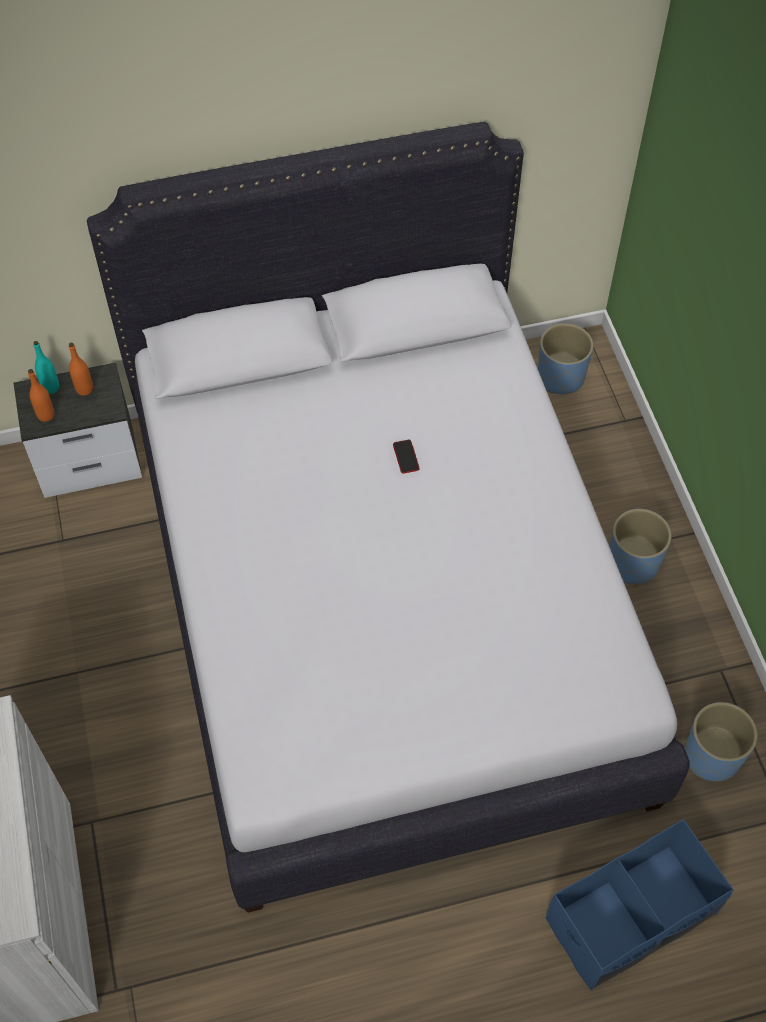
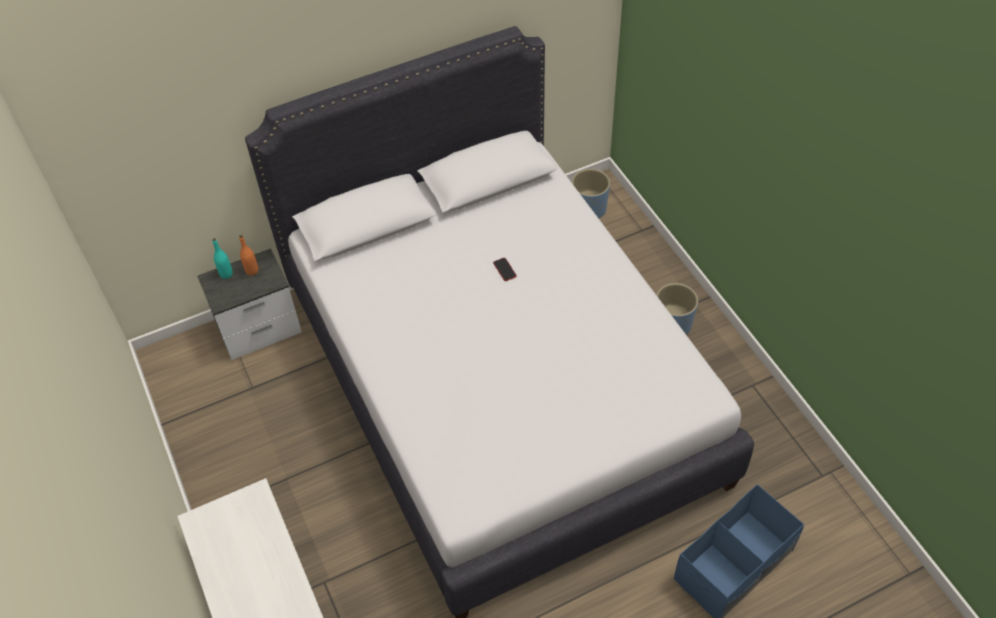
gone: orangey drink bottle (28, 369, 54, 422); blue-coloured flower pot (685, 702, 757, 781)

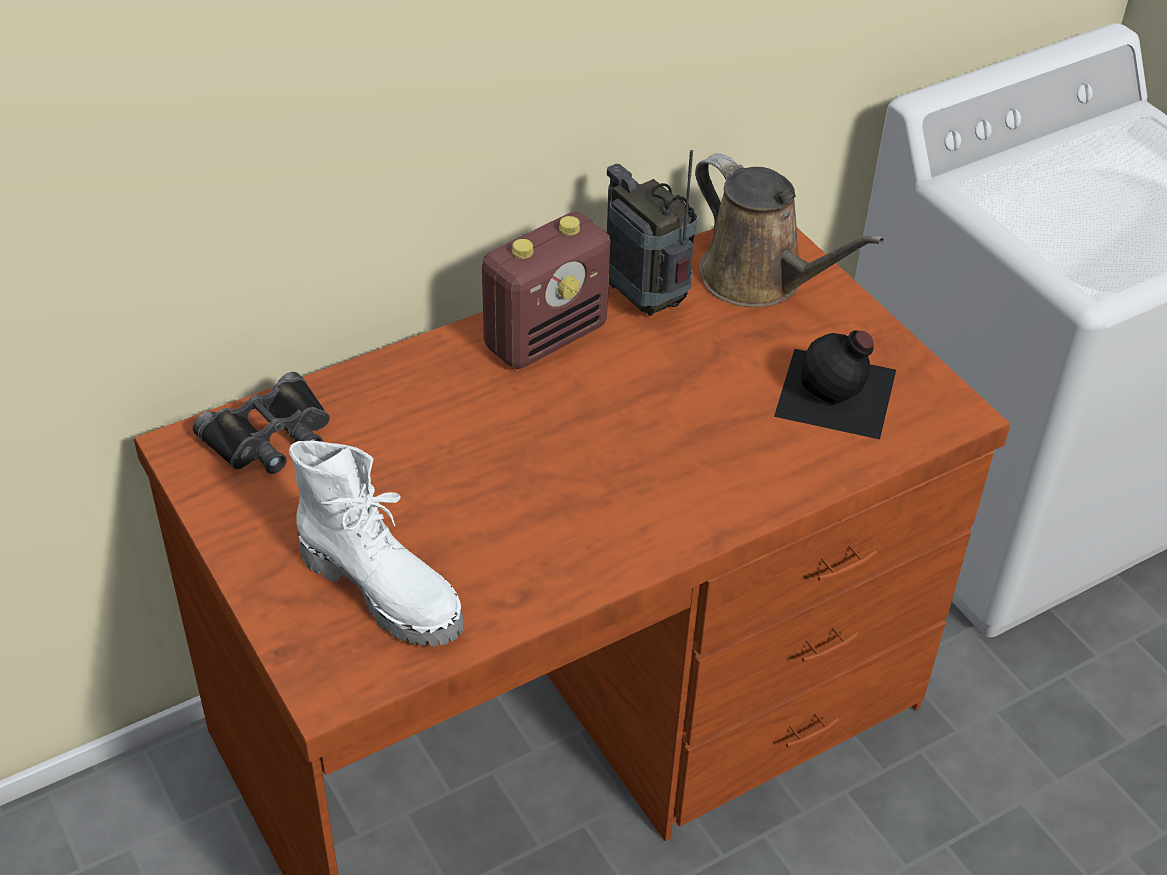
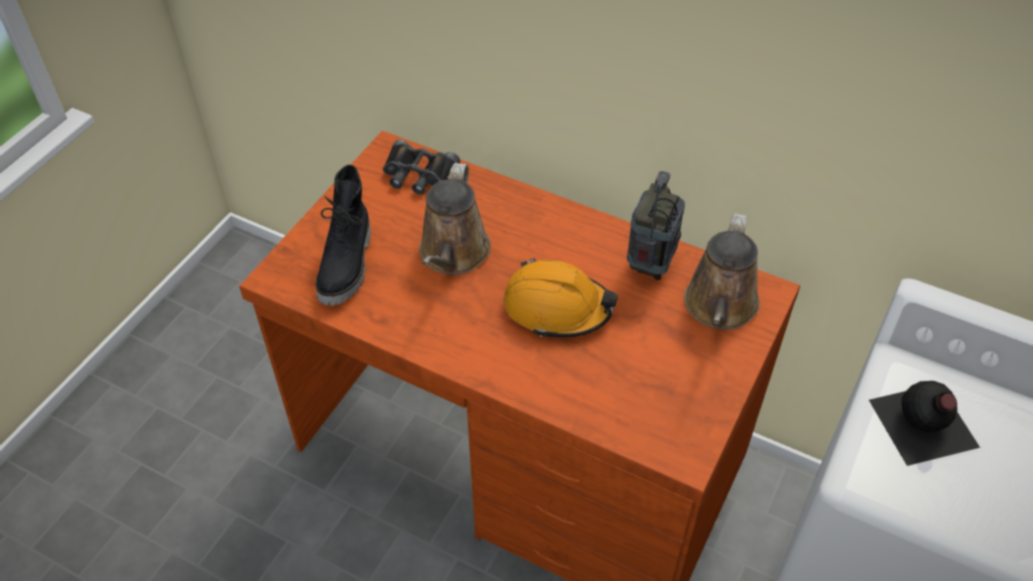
gone: radio (482, 211, 611, 369)
new: brown sprinkling can (419, 163, 491, 275); orangey safety helmet (503, 258, 618, 337)
shifted: blackish drink bottle (774, 330, 896, 439) to (869, 381, 980, 466)
repainted: white-coloured tall boot (289, 441, 464, 647) to blackish tall boot (315, 165, 371, 306)

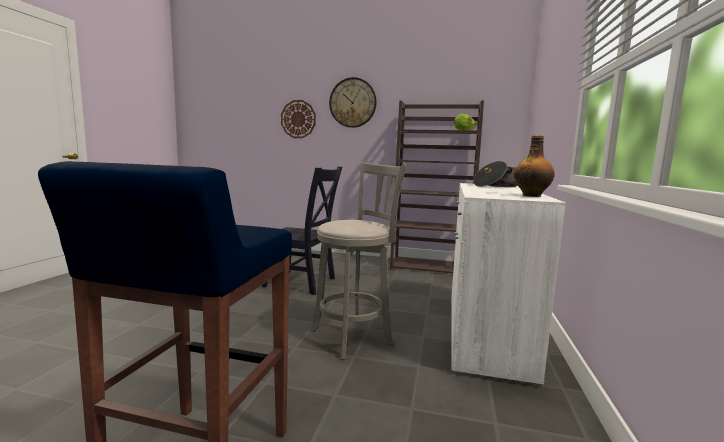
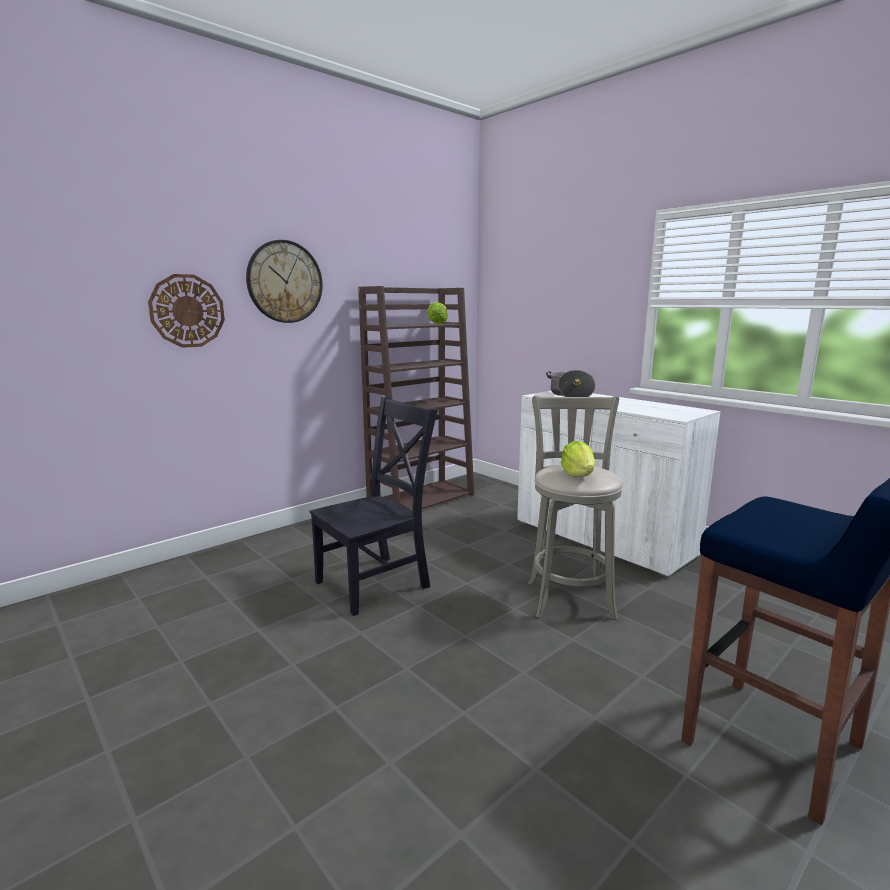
gone: drink bottle (514, 136, 555, 197)
new: lettuce (561, 441, 595, 477)

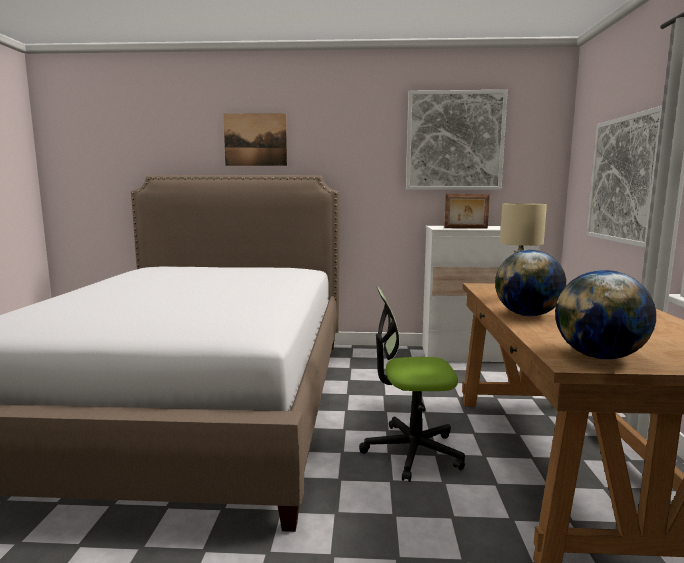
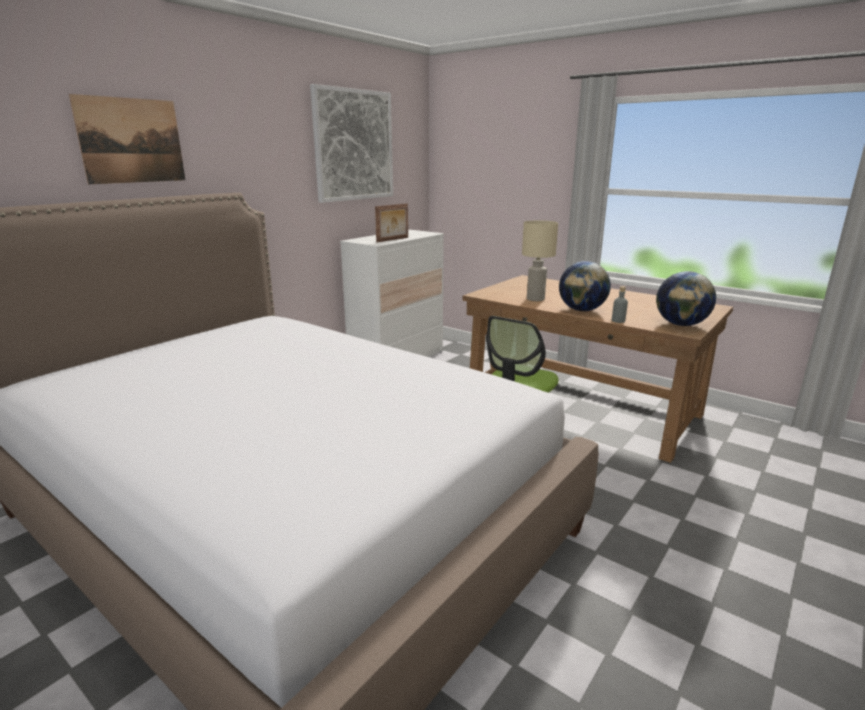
gone: picture (586, 106, 662, 248)
new: grey drink bottle (612, 286, 628, 323)

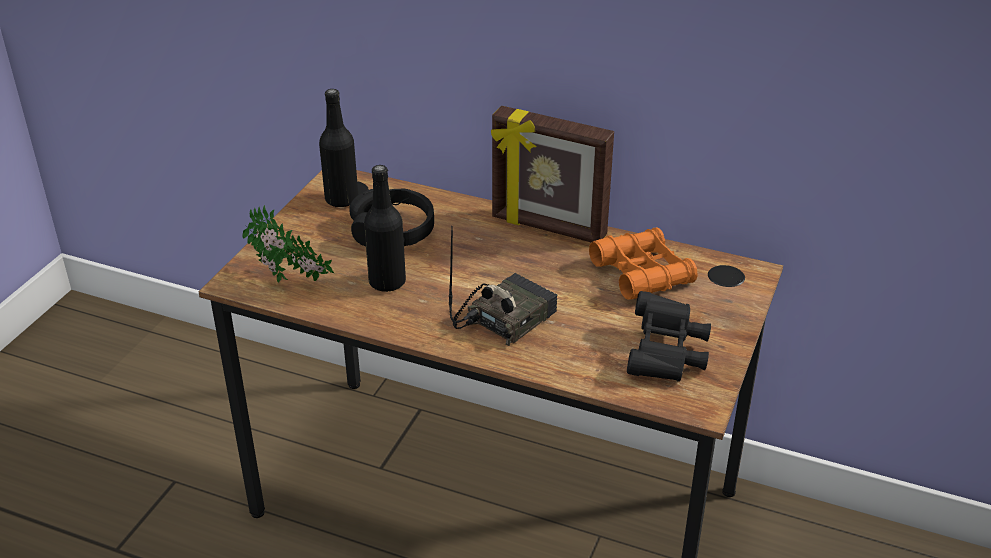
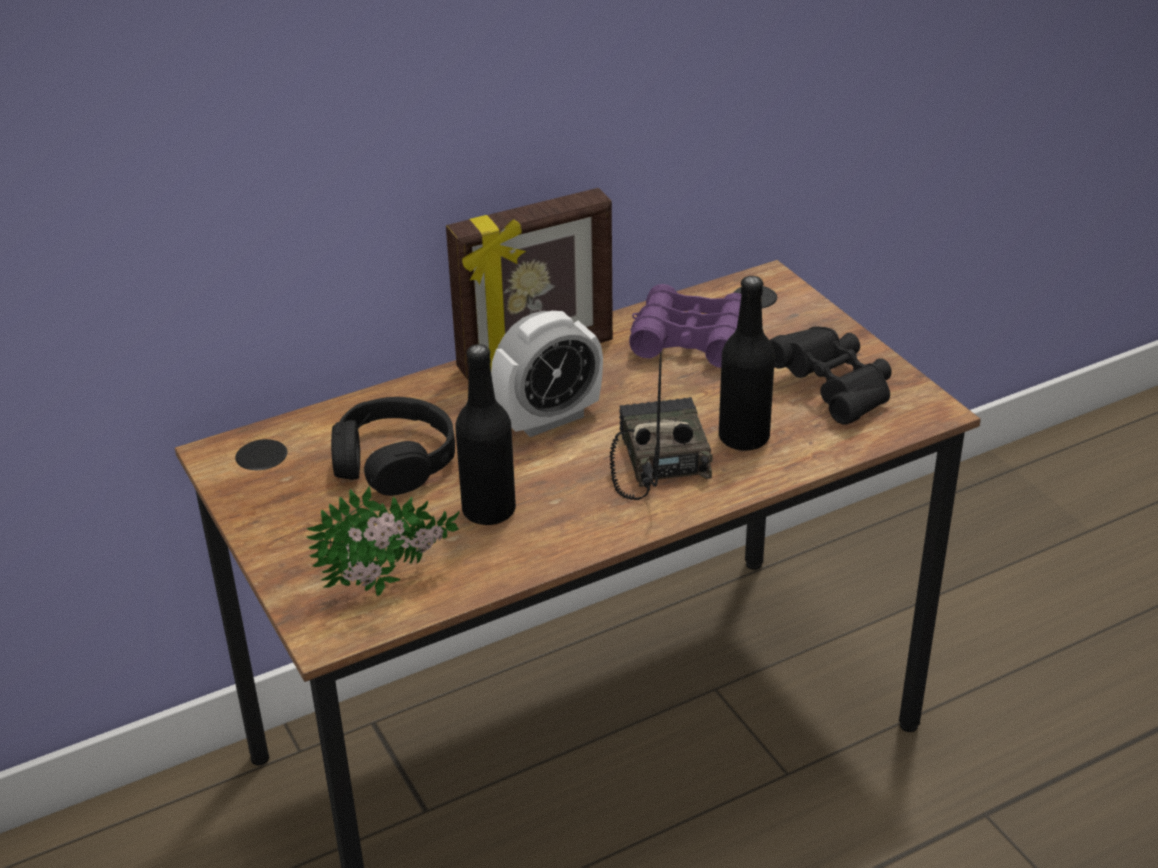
new: bedside clock (491, 311, 603, 437)
shifted: blackish drink bottle (319, 89, 358, 207) to (719, 276, 775, 451)
repainted: orangey field glasses (589, 227, 698, 300) to purple-coloured field glasses (629, 284, 741, 368)

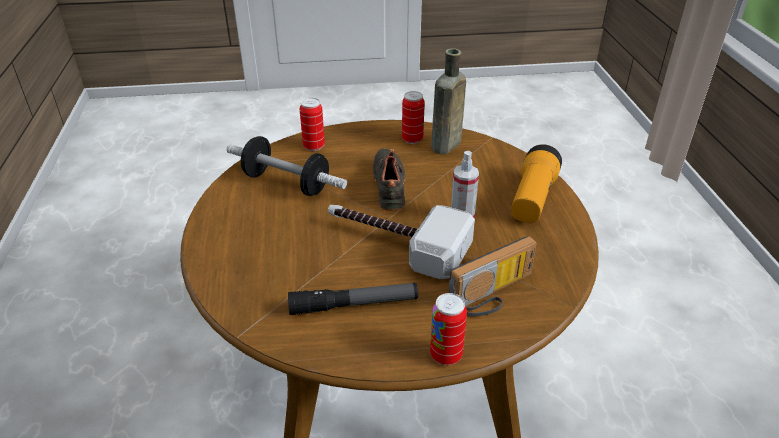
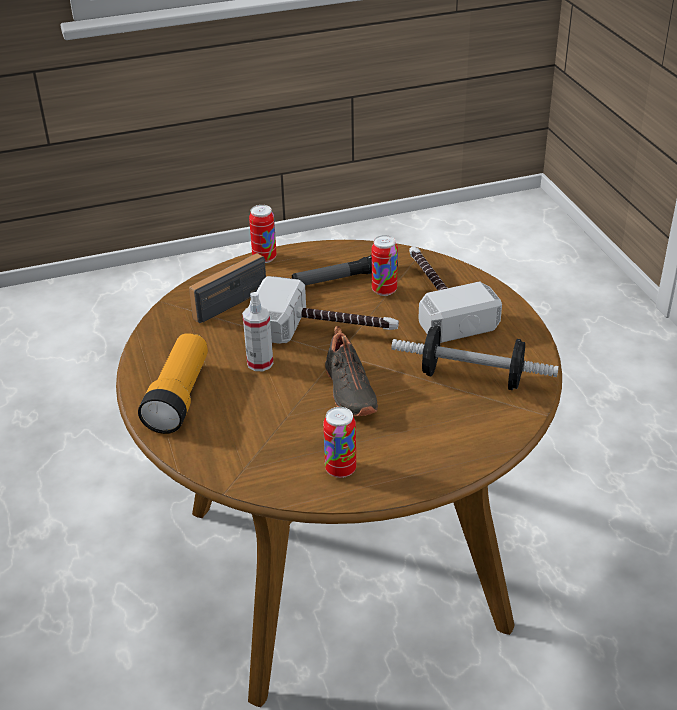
gone: brown drink bottle (431, 48, 466, 154)
new: tool hammer (409, 246, 502, 343)
shifted: can (300, 98, 325, 151) to (372, 235, 398, 296)

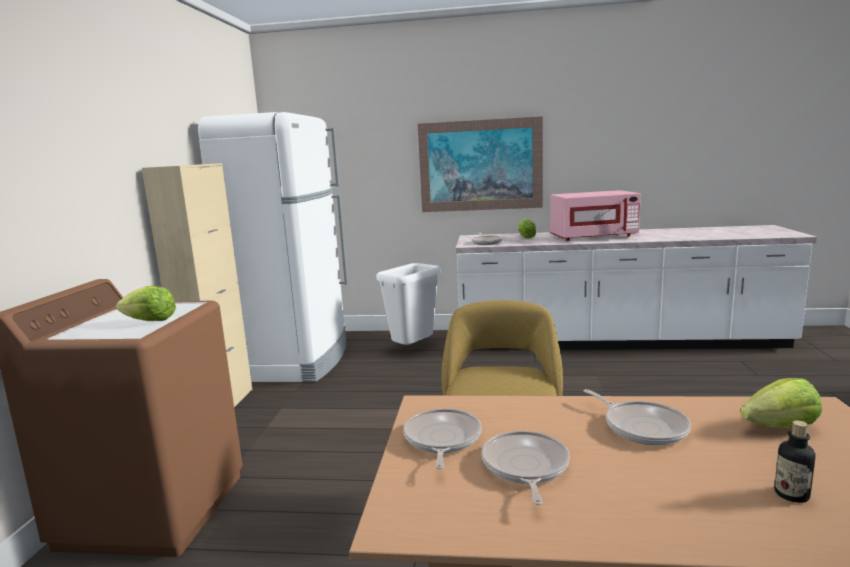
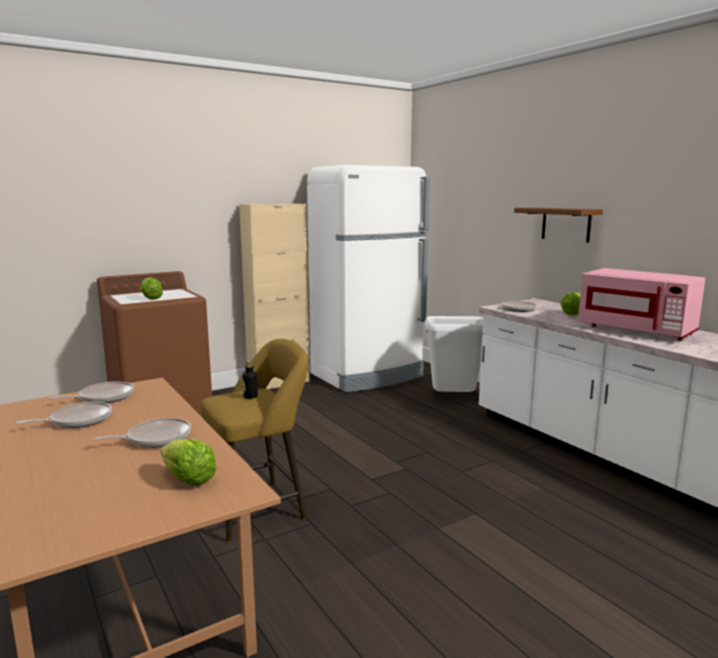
shifted: drink bottle (774, 420, 816, 503) to (242, 360, 258, 399)
swapped: picture (418, 116, 543, 212) to brown bracket shelf (514, 207, 603, 243)
rotated: frying pan (584, 389, 691, 445) = (92, 418, 191, 448) 135 degrees counterclockwise

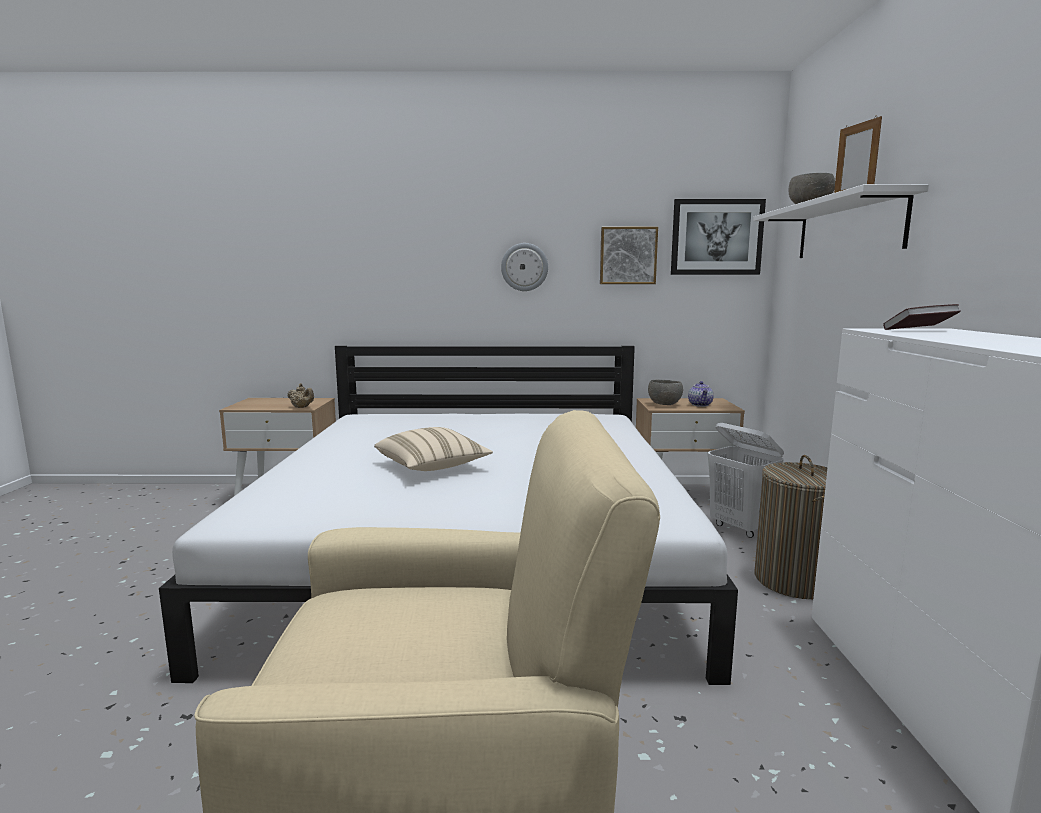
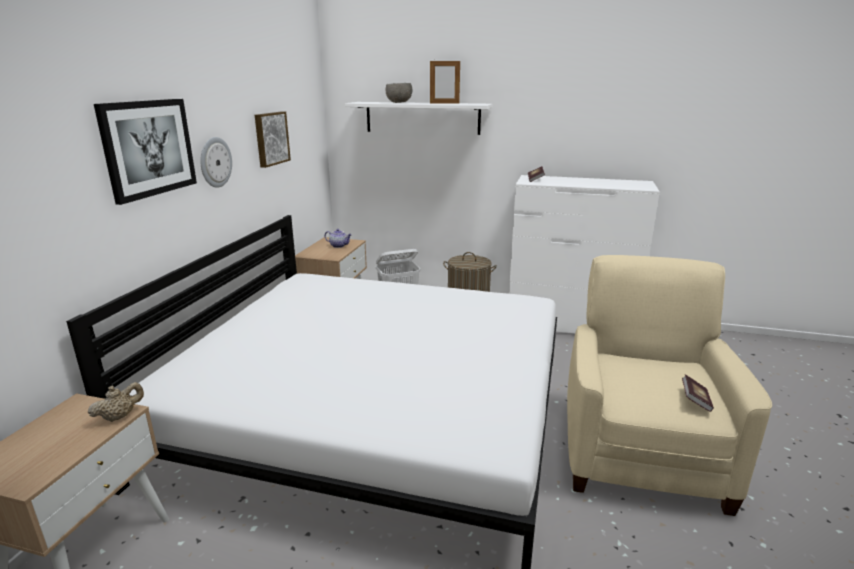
gone: beige-coloured pillow (374, 427, 493, 471); grey serving bowl (648, 379, 683, 405)
new: book (682, 375, 714, 412)
shifted: picture (671, 199, 766, 275) to (94, 99, 197, 205)

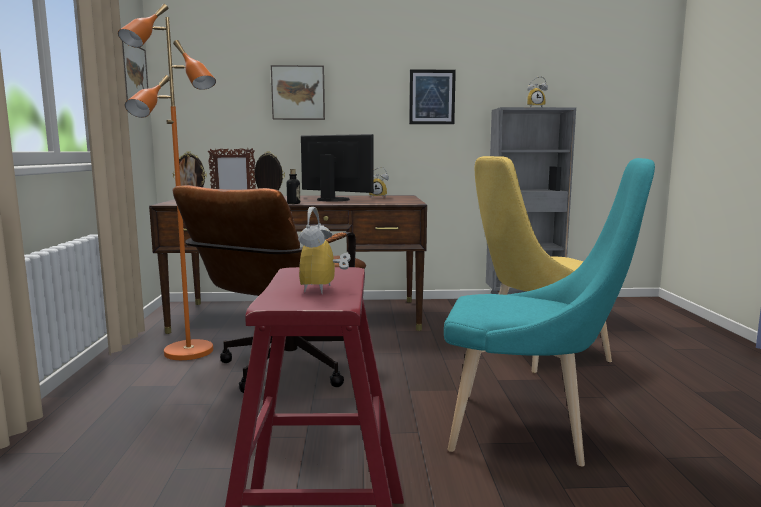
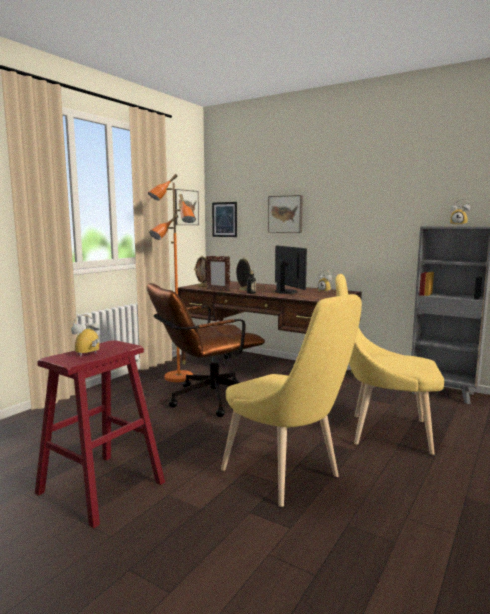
shifted: picture (409, 69, 456, 124) to (212, 202, 237, 237)
repainted: blue-green chair (444, 158, 655, 467) to yellowish chair (221, 294, 362, 507)

